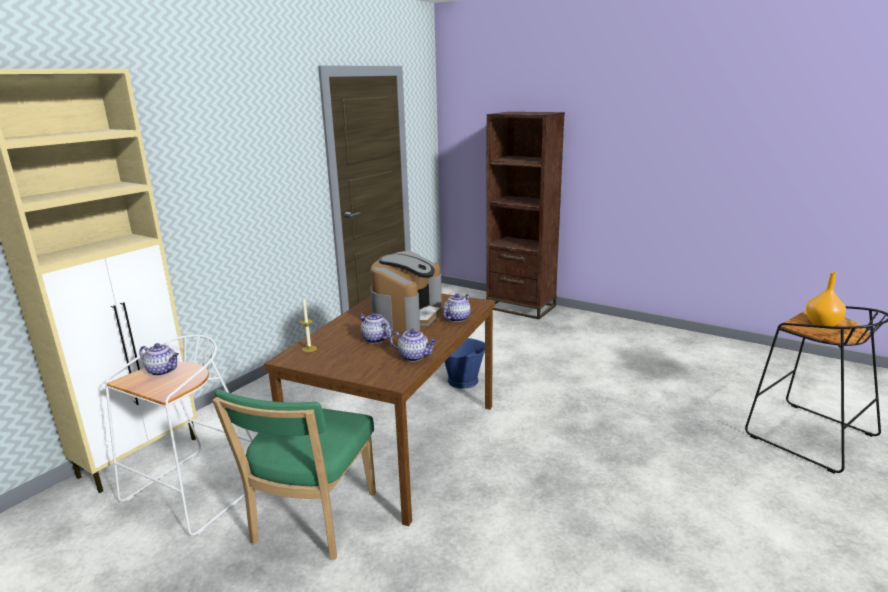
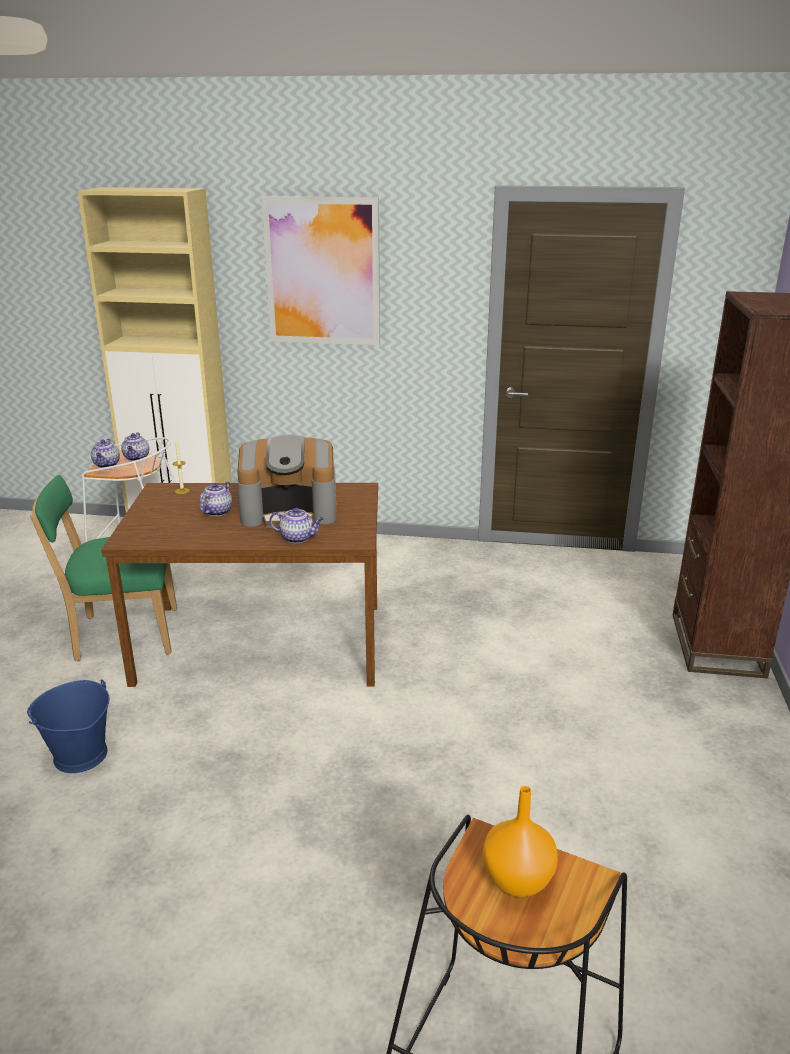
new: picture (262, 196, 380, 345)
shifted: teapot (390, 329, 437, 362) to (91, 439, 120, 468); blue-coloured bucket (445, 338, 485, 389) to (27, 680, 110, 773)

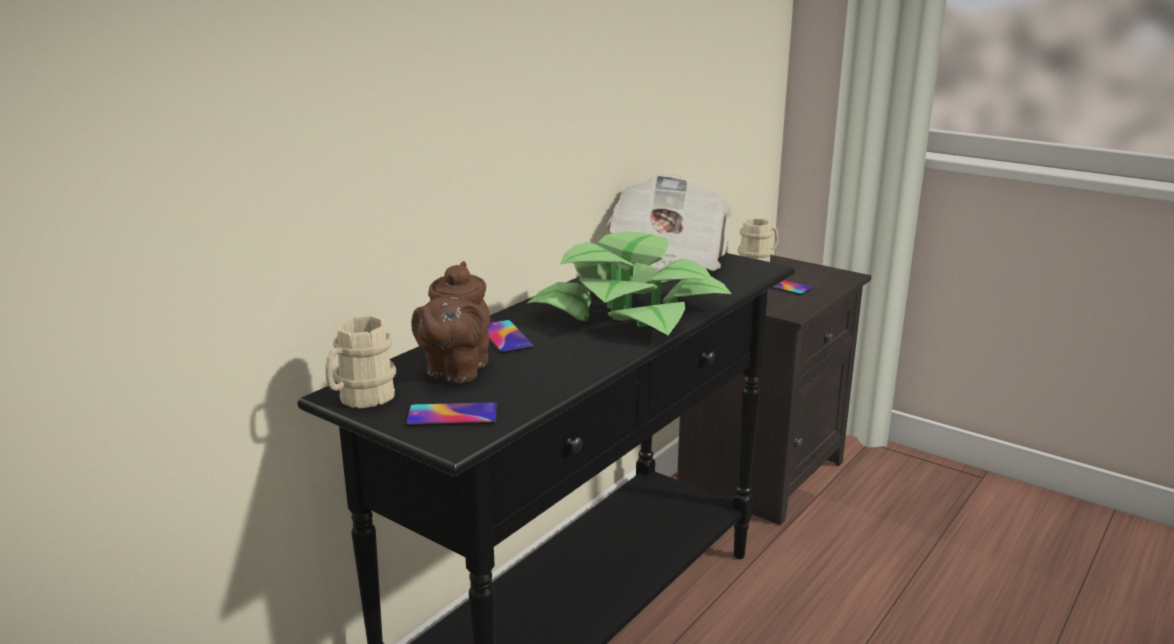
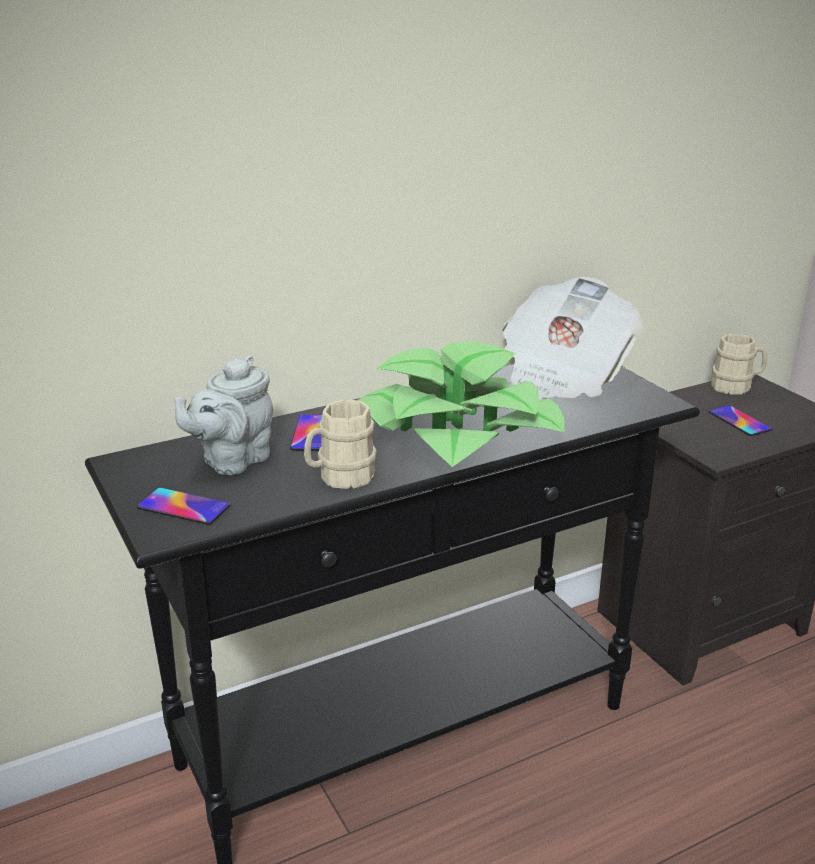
shifted: beige-coloured mug (325, 315, 396, 409) to (304, 400, 377, 489)
repainted: brown teapot (411, 261, 490, 384) to grey teapot (174, 355, 273, 475)

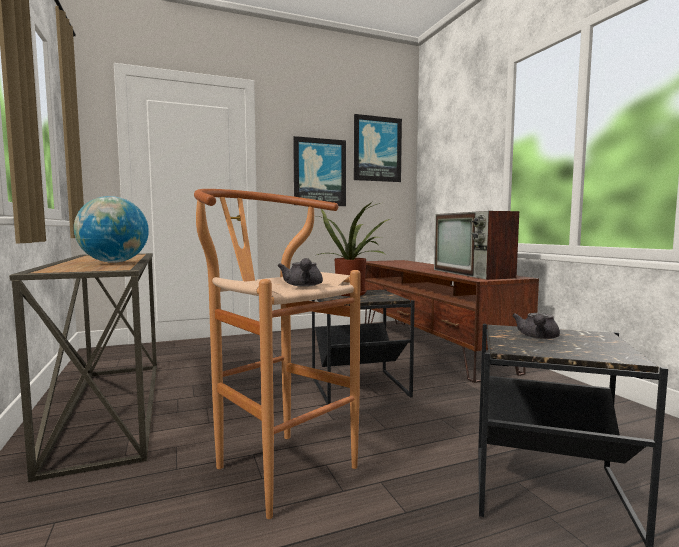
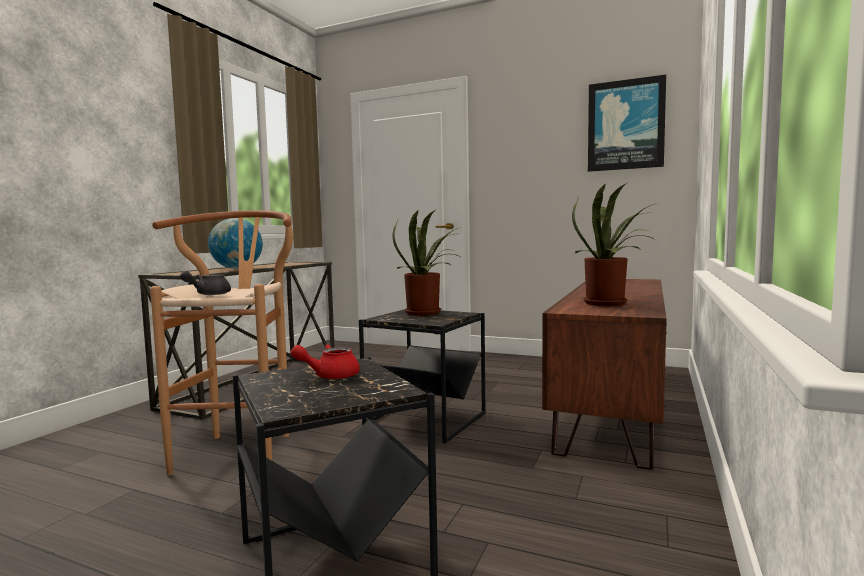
gone: picture (293, 136, 346, 206)
swapped: television (434, 211, 519, 280) to potted plant (572, 183, 658, 306)
repainted: grey teapot (512, 313, 560, 339) to reddish teapot (291, 344, 360, 379)

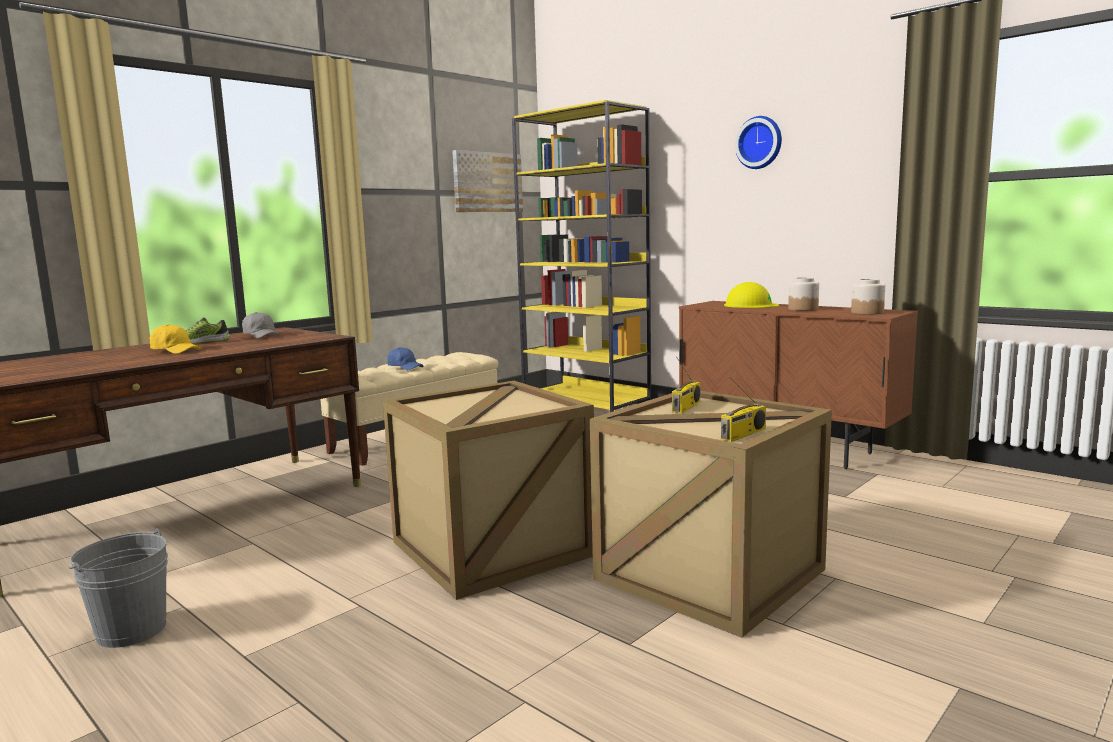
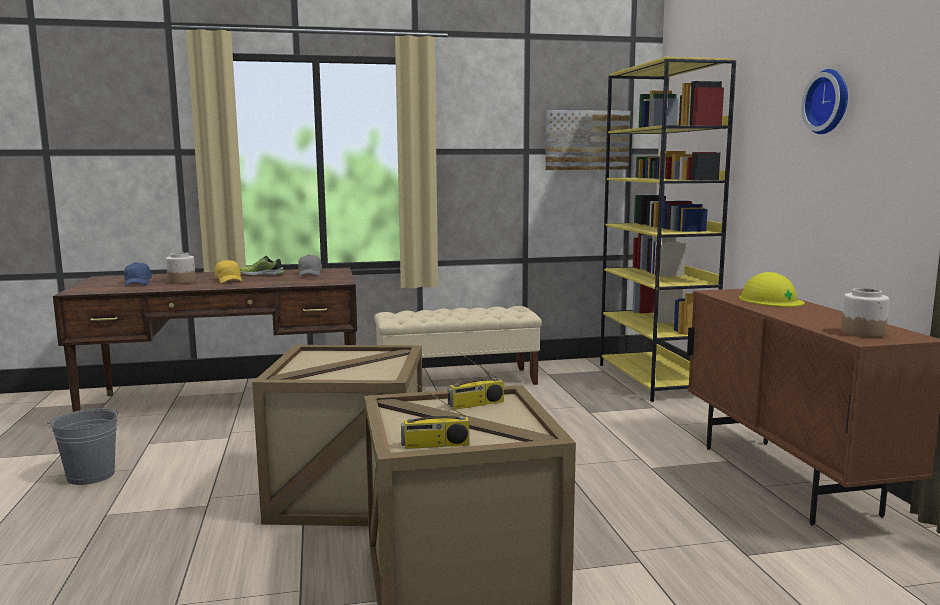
shifted: blue-coloured peaked cap (387, 347, 423, 370) to (124, 262, 152, 286); preserve jar (788, 277, 819, 311) to (166, 252, 196, 284)

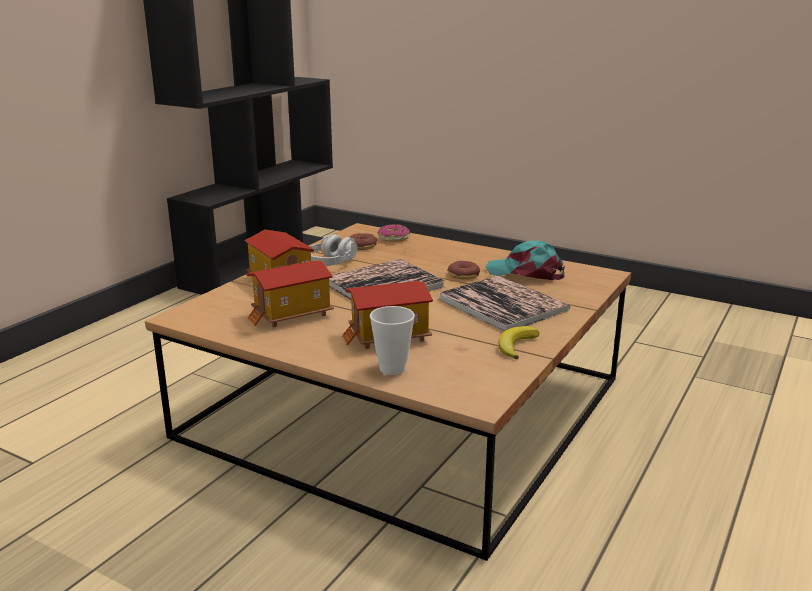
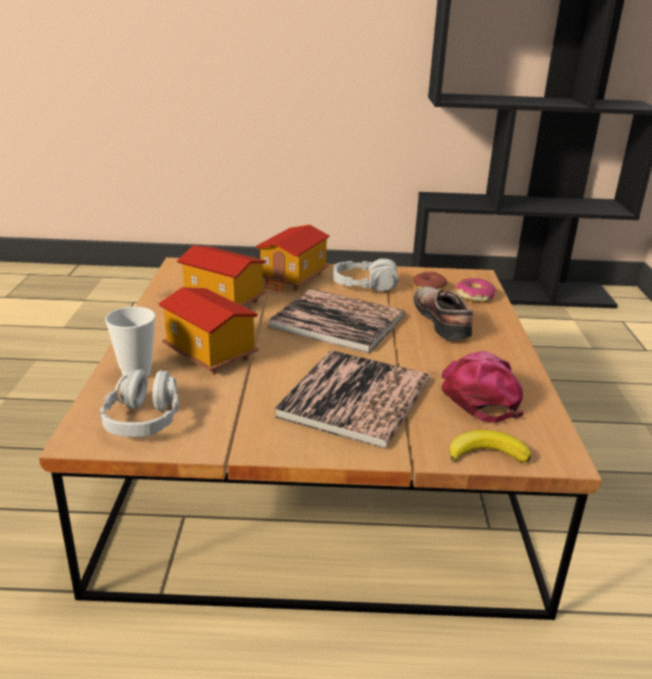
gone: doughnut (447, 261, 480, 280)
new: grey headphones (100, 369, 179, 437); shoe (414, 286, 473, 340)
shifted: whole banana (498, 326, 540, 359) to (450, 430, 531, 463)
repainted: blue-green peaked cap (486, 241, 565, 280) to pinkish peaked cap (441, 351, 524, 423)

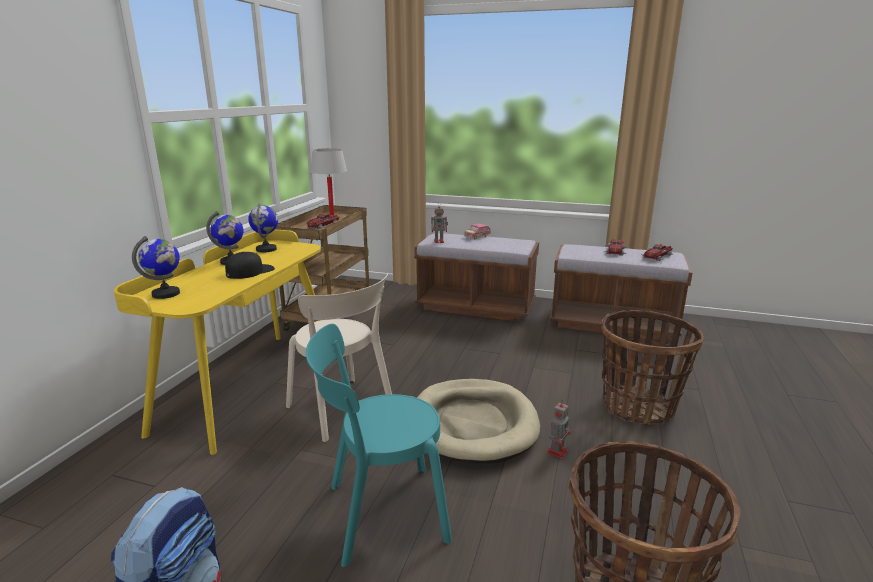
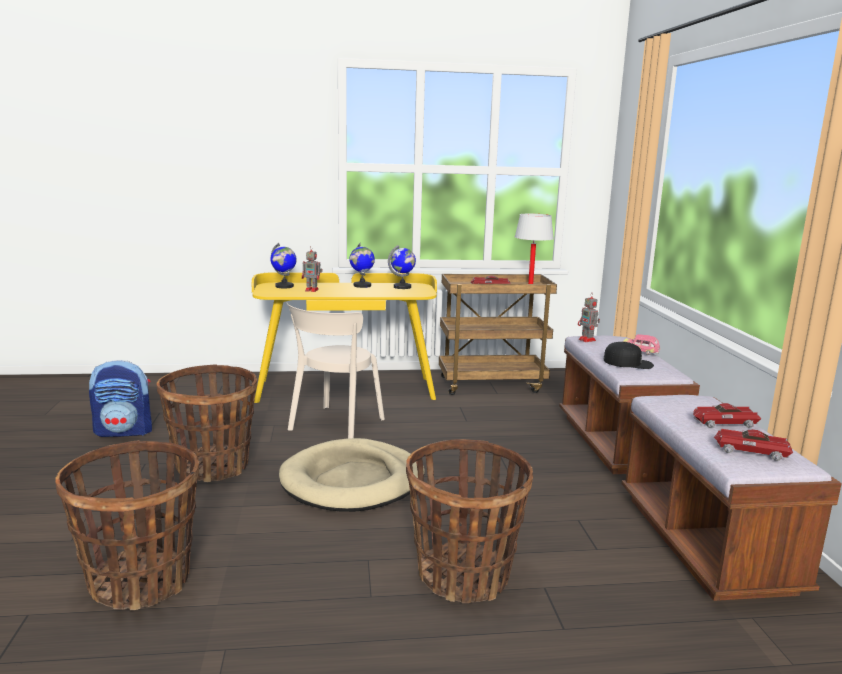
shifted: blackish peaked cap (225, 252, 275, 279) to (604, 342, 654, 369); robot figure (547, 401, 571, 459) to (302, 246, 323, 292)
swapped: blue-green chair (306, 324, 452, 567) to basket (157, 364, 257, 482)

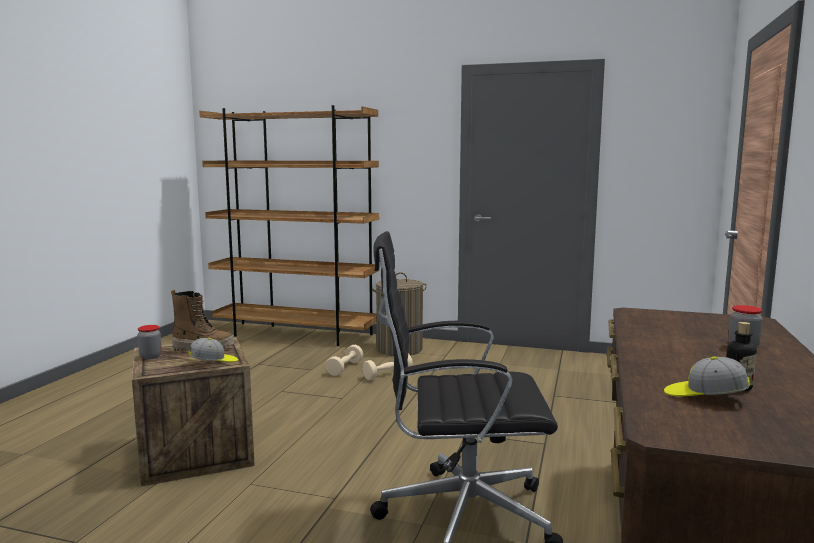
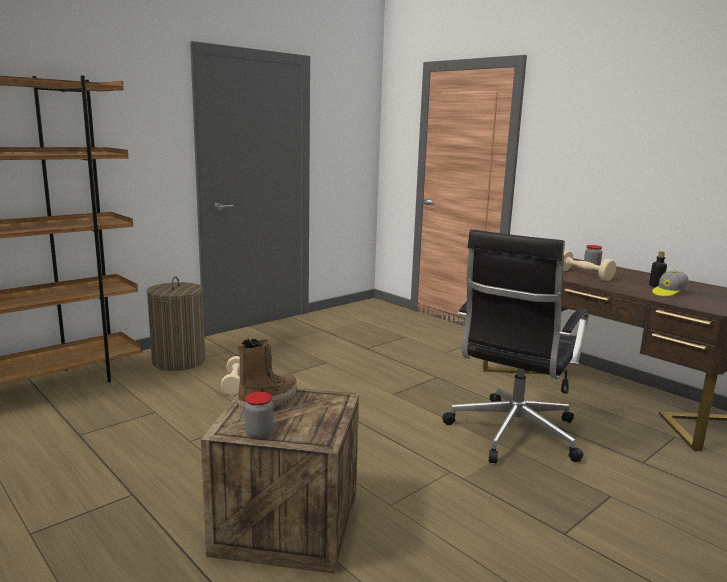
gone: peaked cap (188, 338, 238, 362)
shifted: beige-coloured hand weight (325, 345, 363, 376) to (563, 250, 616, 281)

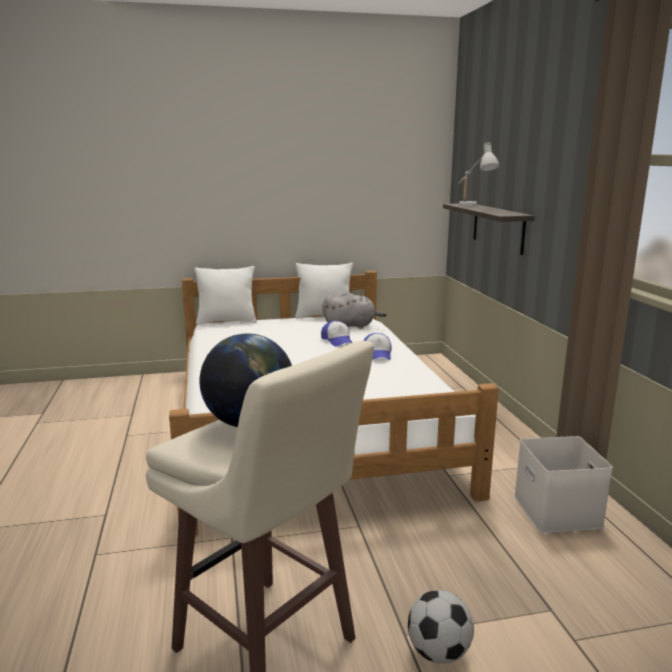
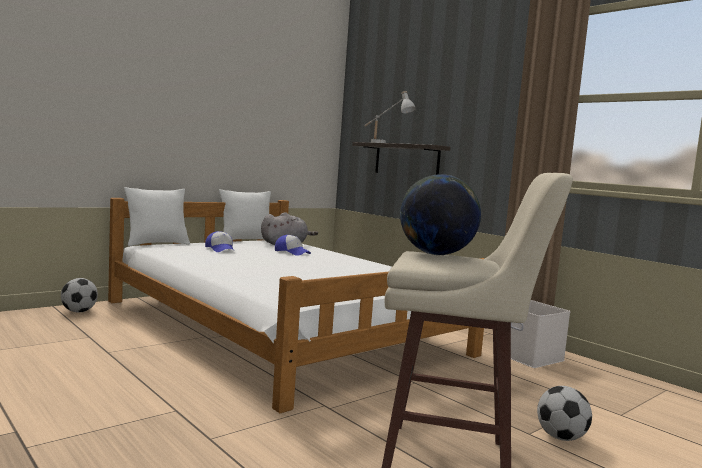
new: football ball (61, 278, 98, 312)
shifted: peaked cap (363, 333, 392, 360) to (205, 231, 234, 252)

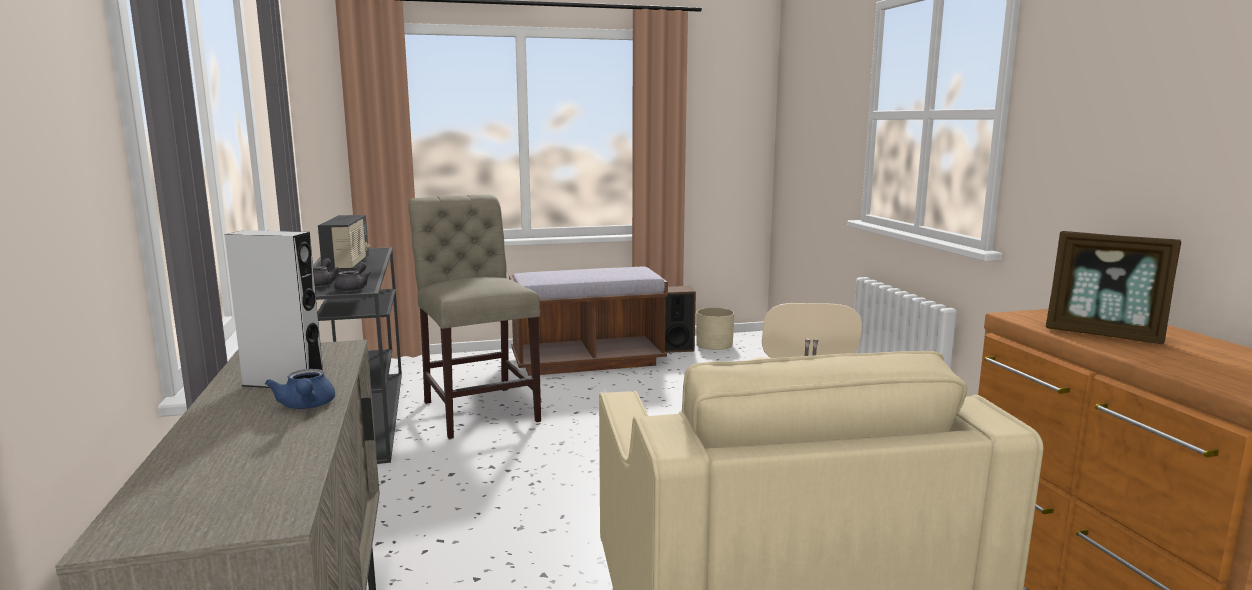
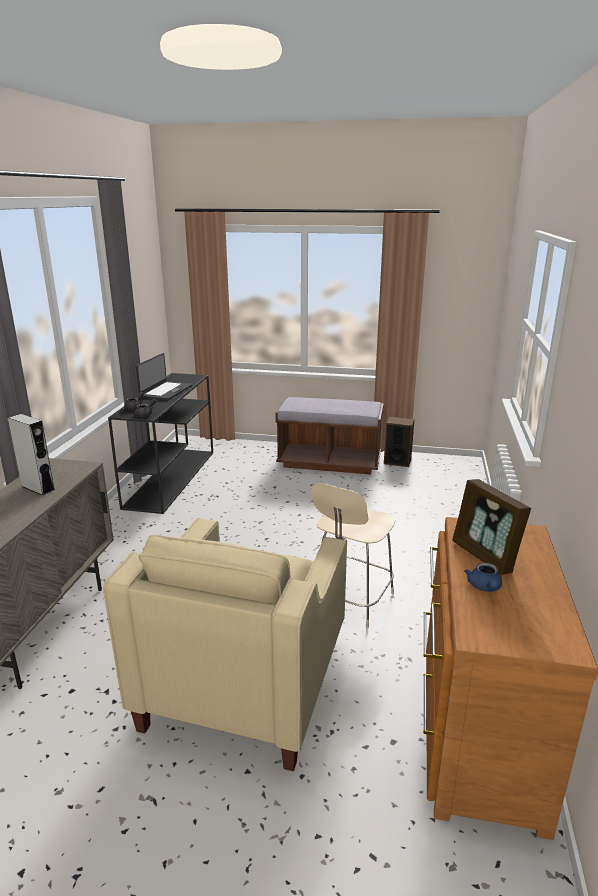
gone: beige-coloured chair (408, 195, 541, 439); beige-coloured flower pot (696, 308, 734, 350)
shifted: blue-coloured teapot (265, 369, 335, 409) to (464, 563, 502, 592)
swapped: radio (318, 215, 370, 271) to portable computer (136, 353, 192, 400)

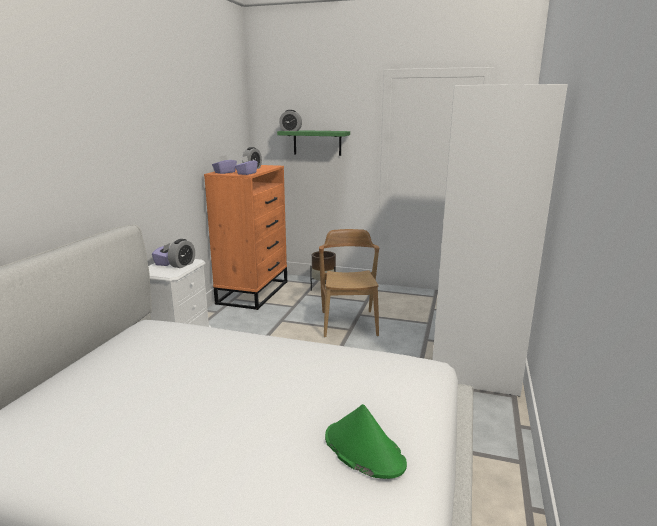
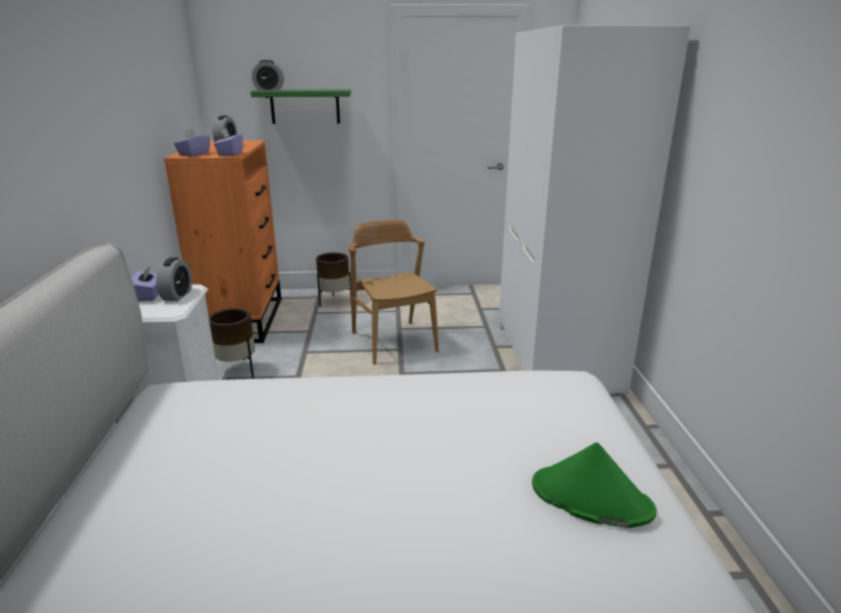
new: brown flower pot (209, 308, 255, 378)

